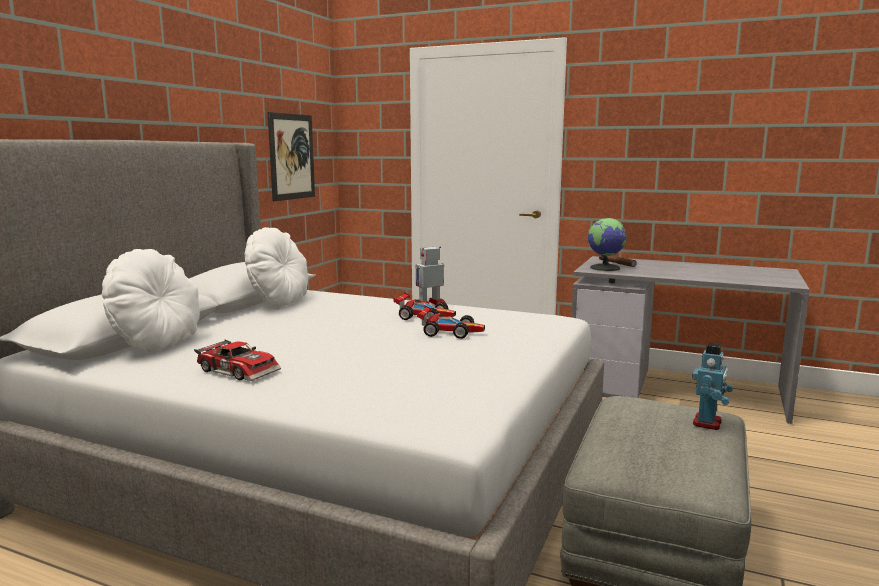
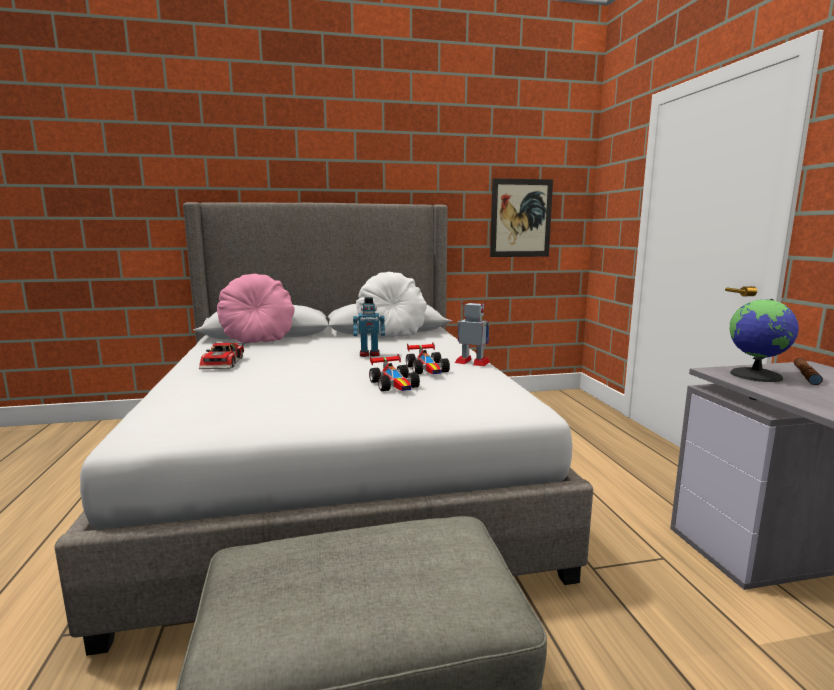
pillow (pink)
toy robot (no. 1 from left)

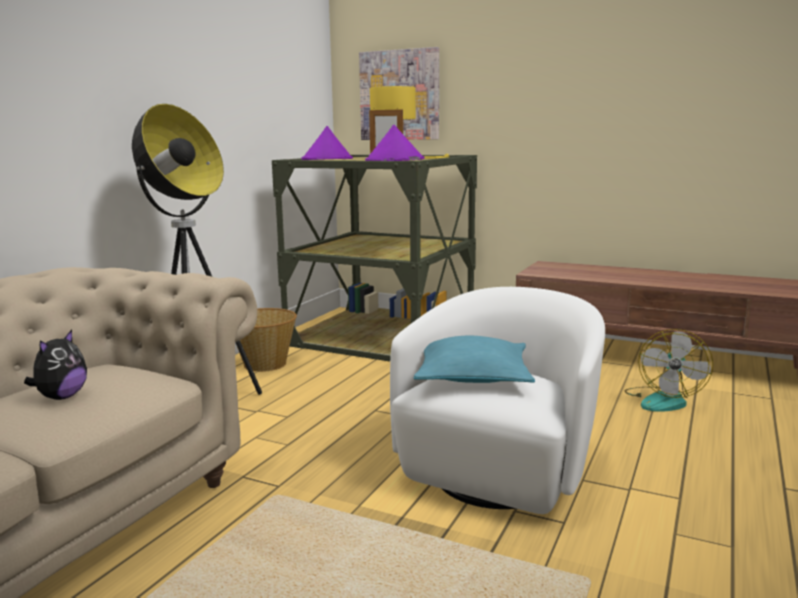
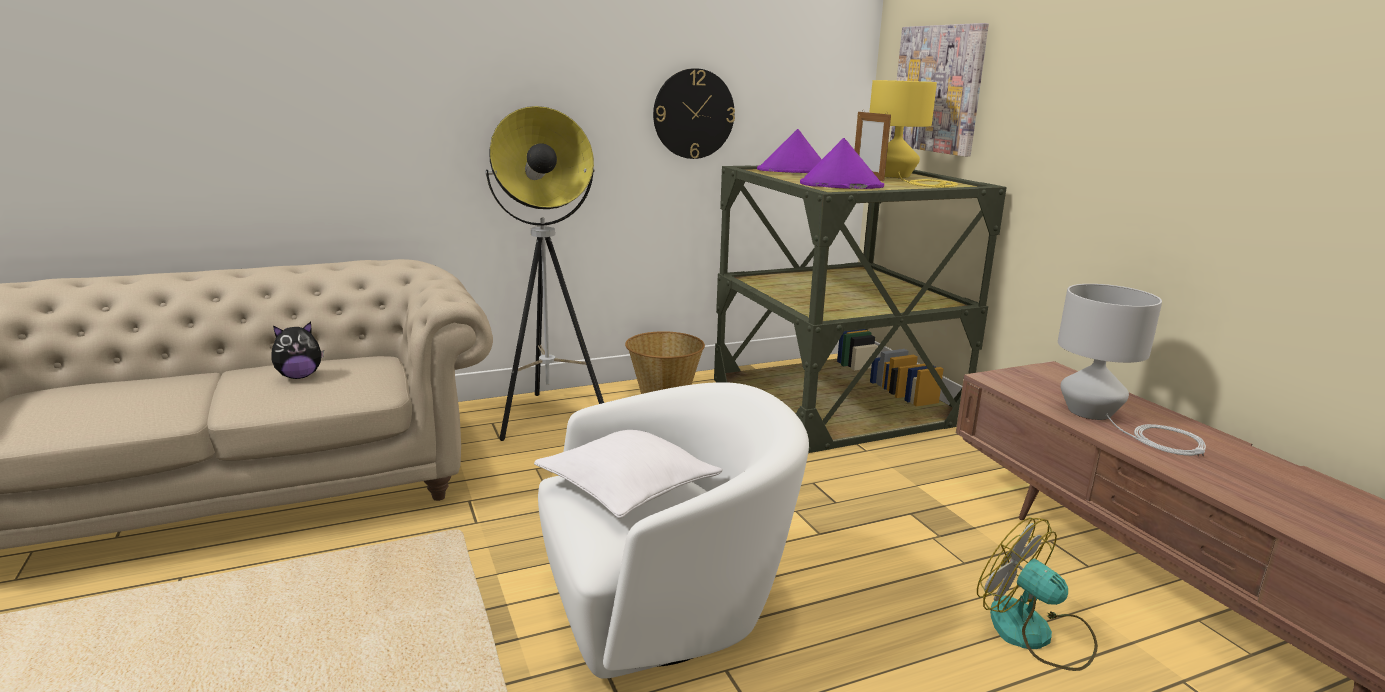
fan
pillow (white)
wall clock
table lamp (grey)

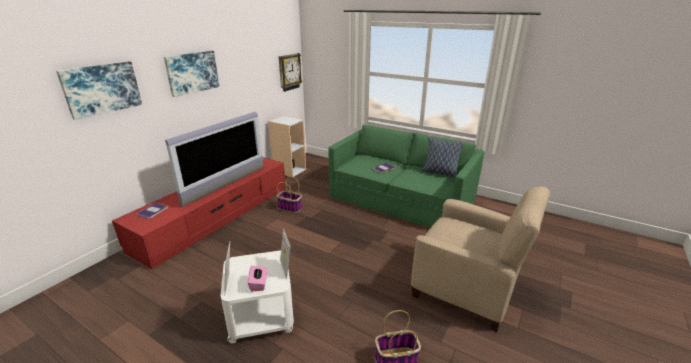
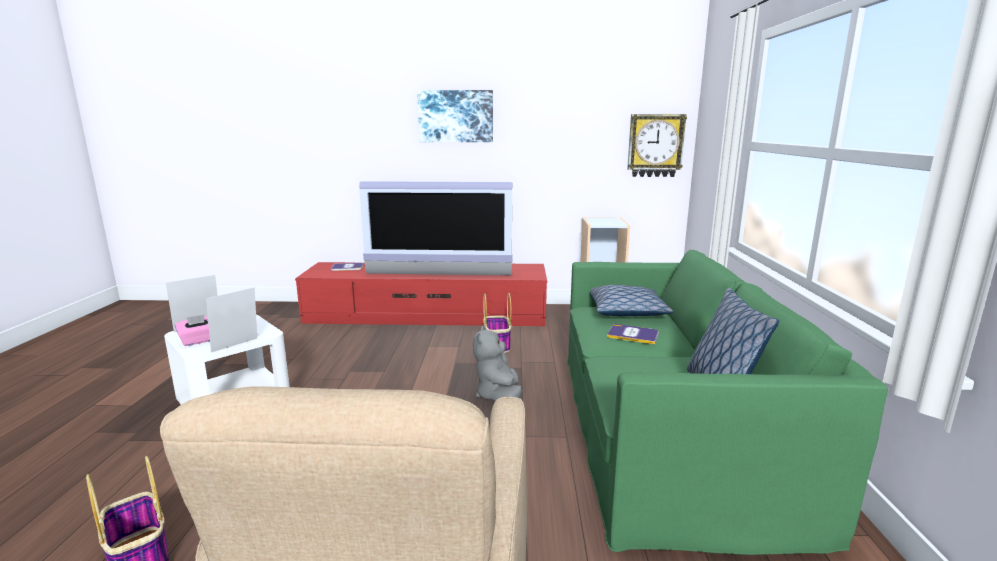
picture (no. 1 from left in the first image)
pillow (no. 1 from left)
plush toy (grey)

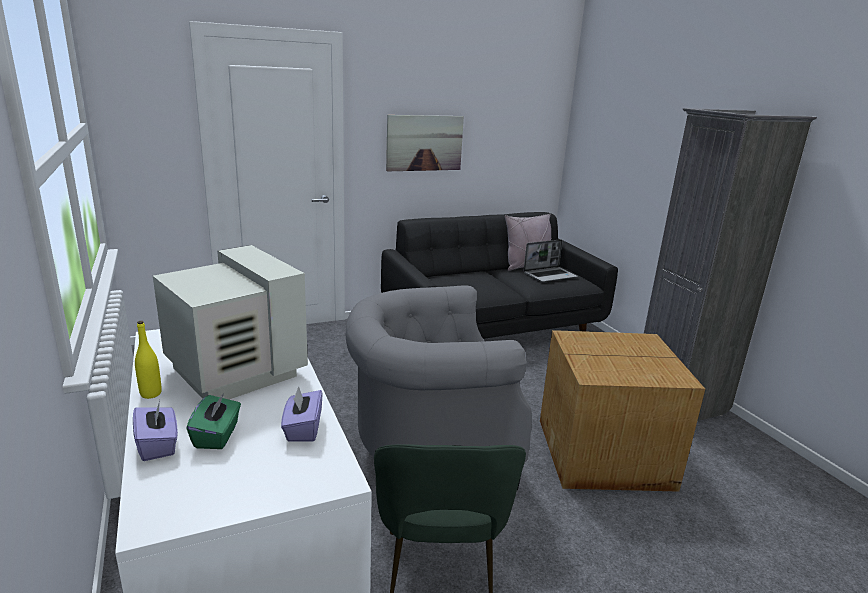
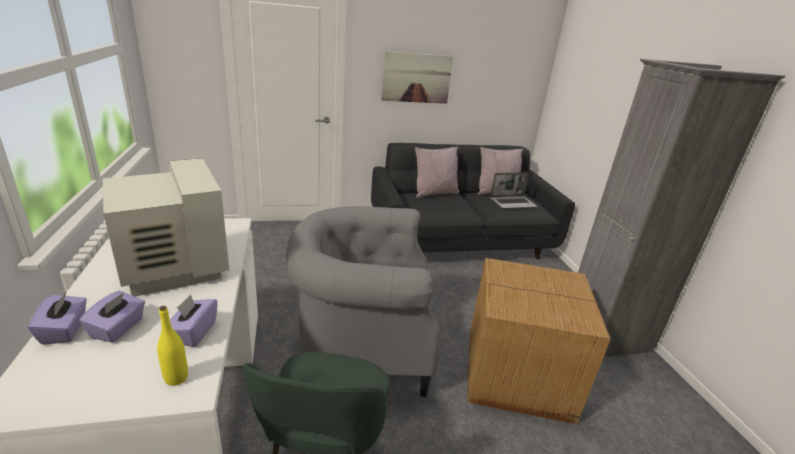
bottle (yellow)
tissue box (purple) (no. 2 from left)
pillow (purple) (no. 1 from left)

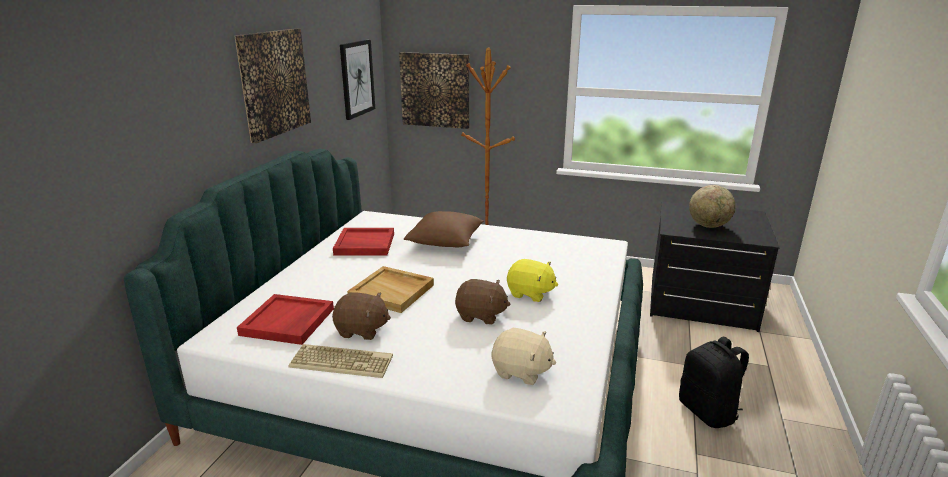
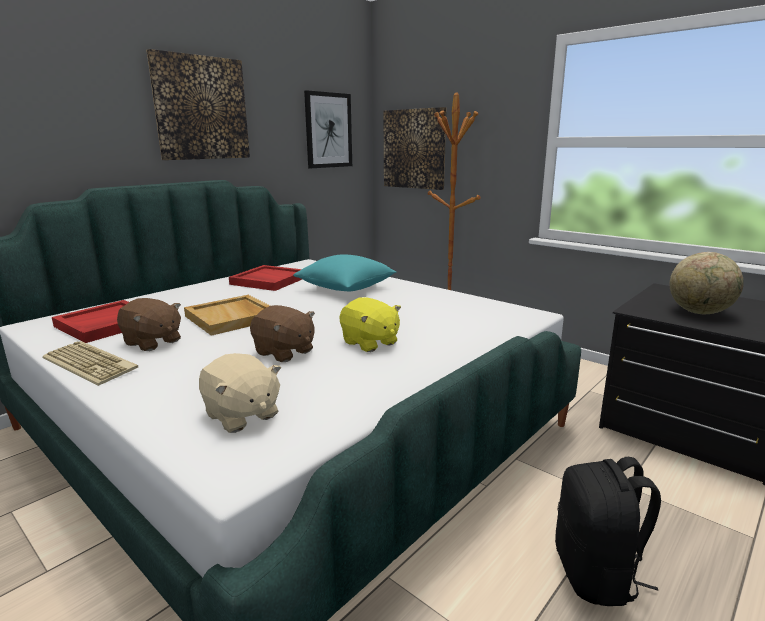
pillow (turquoise)

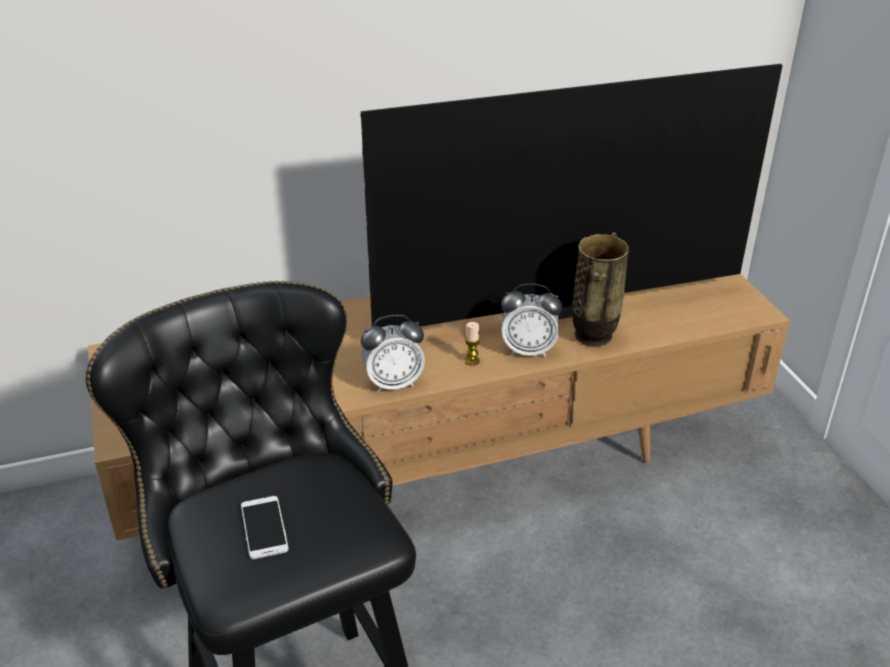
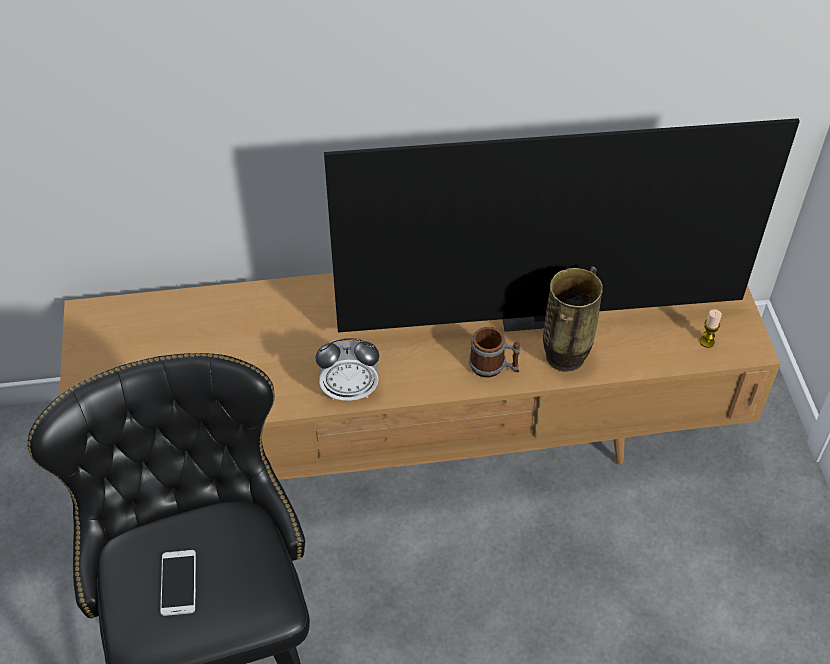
mug
candle

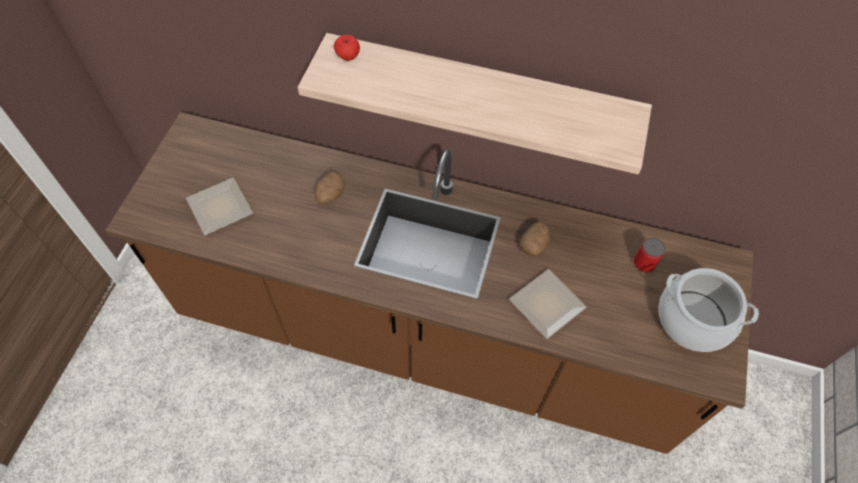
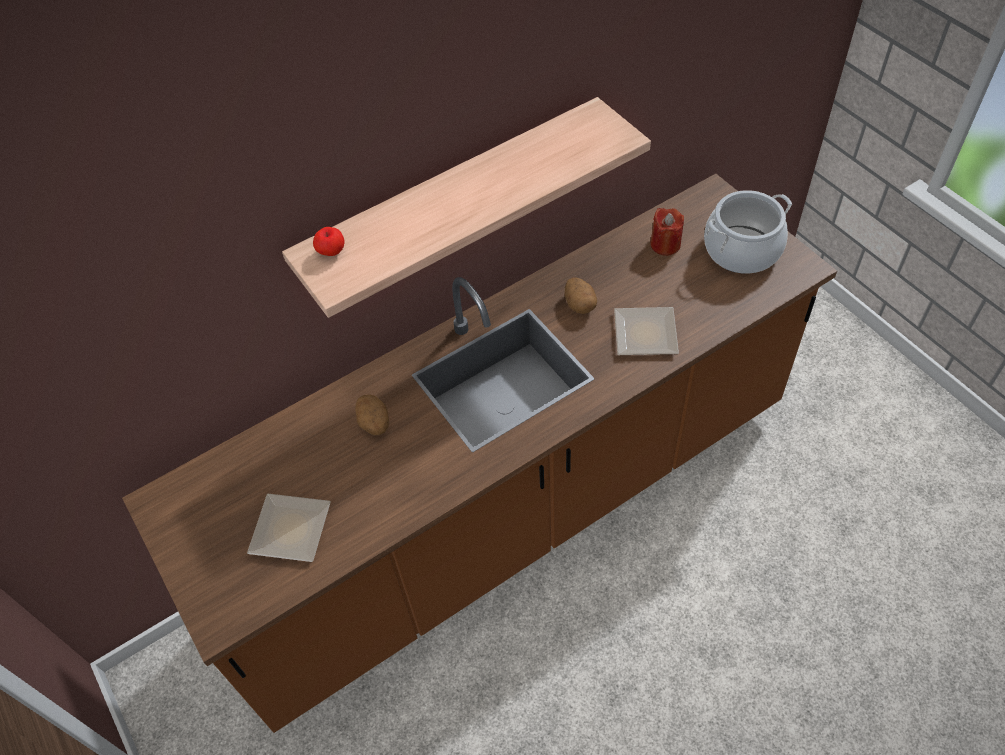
candle (red)

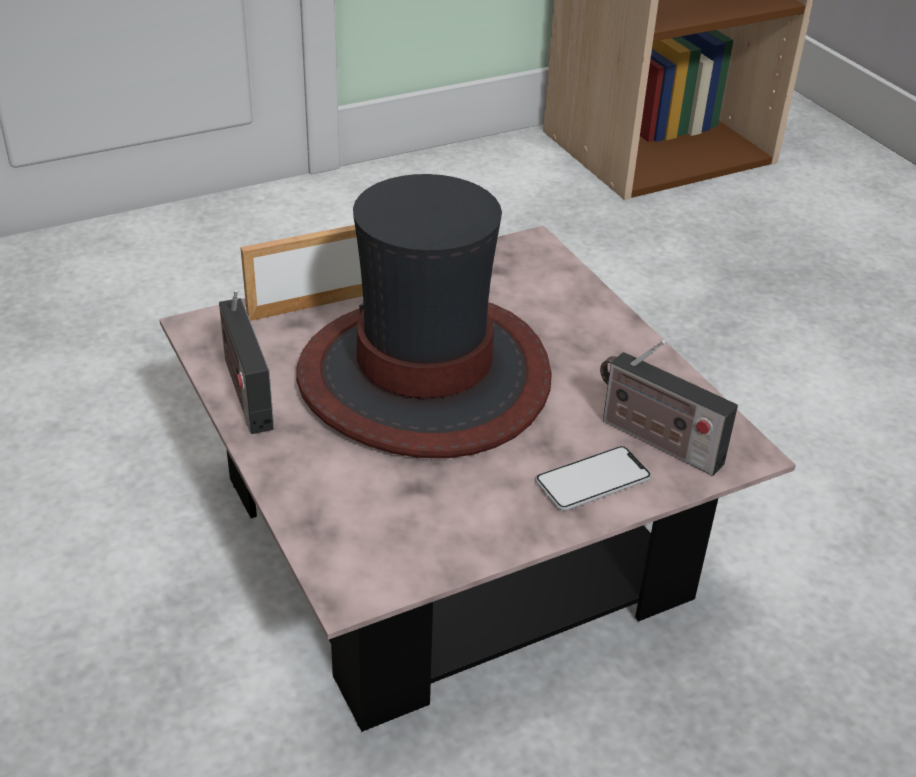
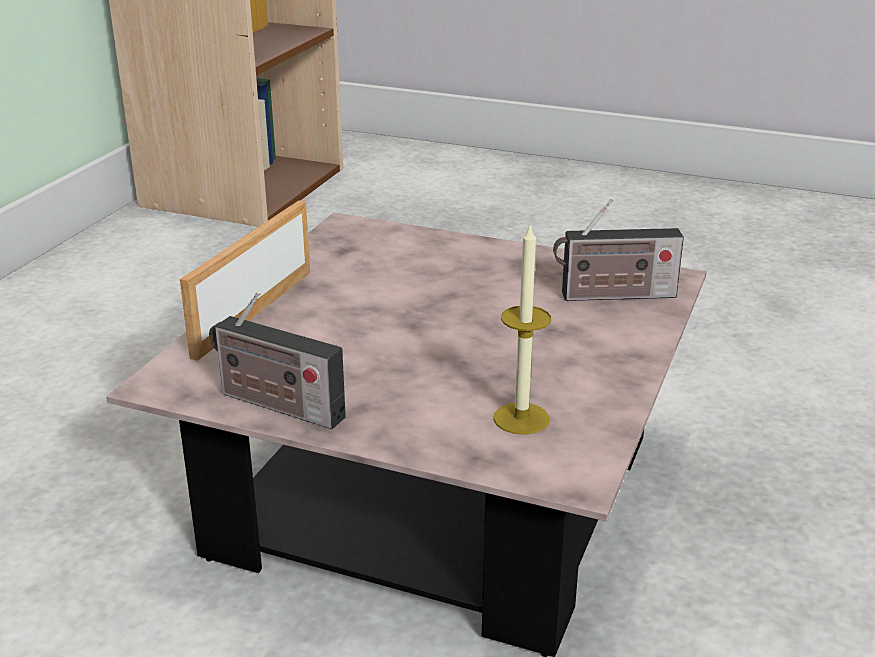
hat
phone
candle

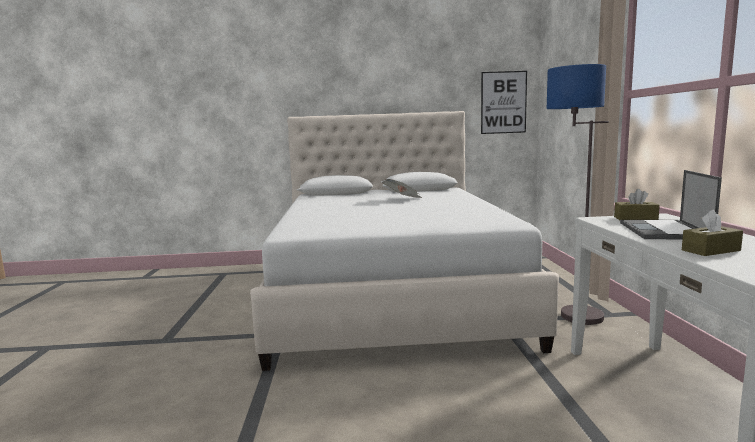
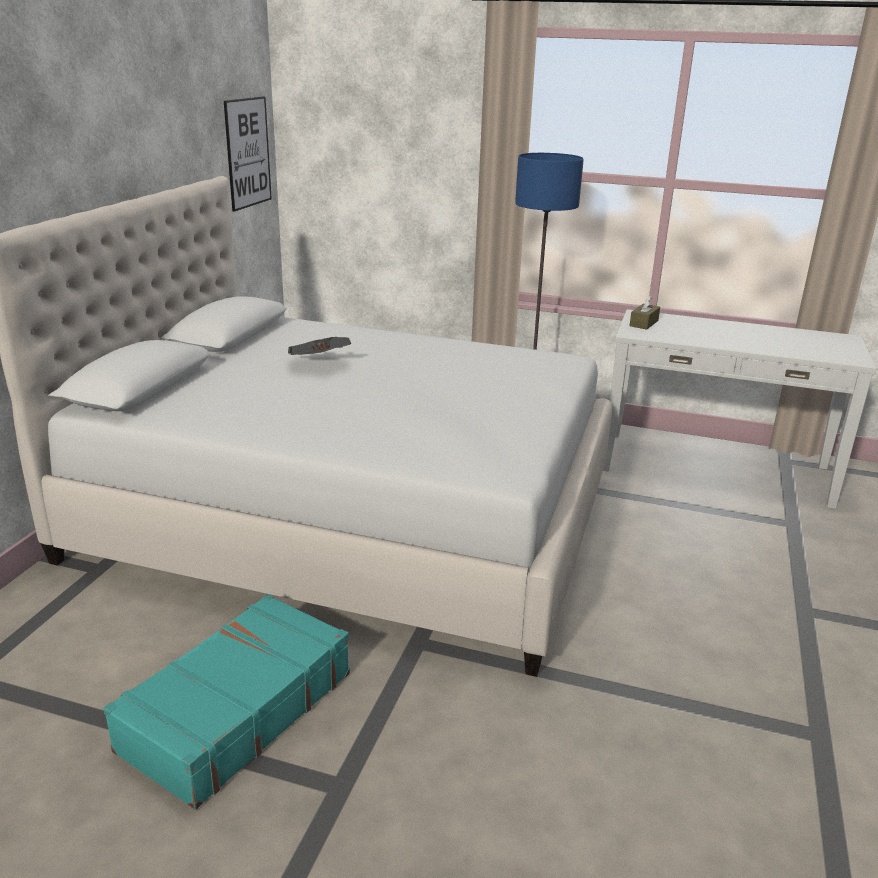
laptop
tissue box (brown) (no. 2 from left in the first image)
suitcase (turquoise)

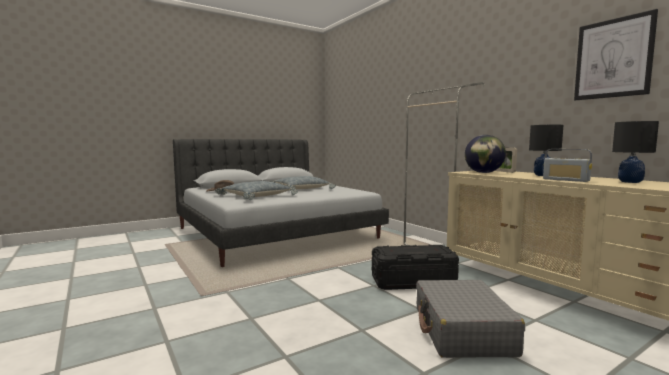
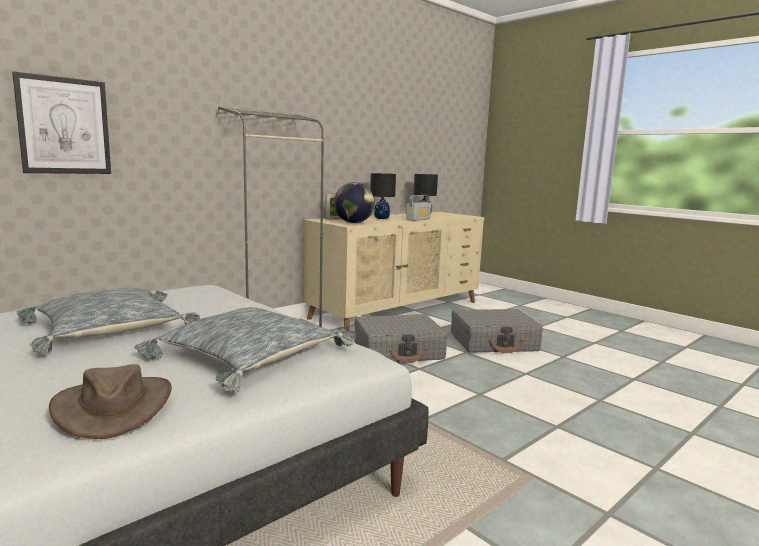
picture
suitcase (grey) (no. 1 from left)

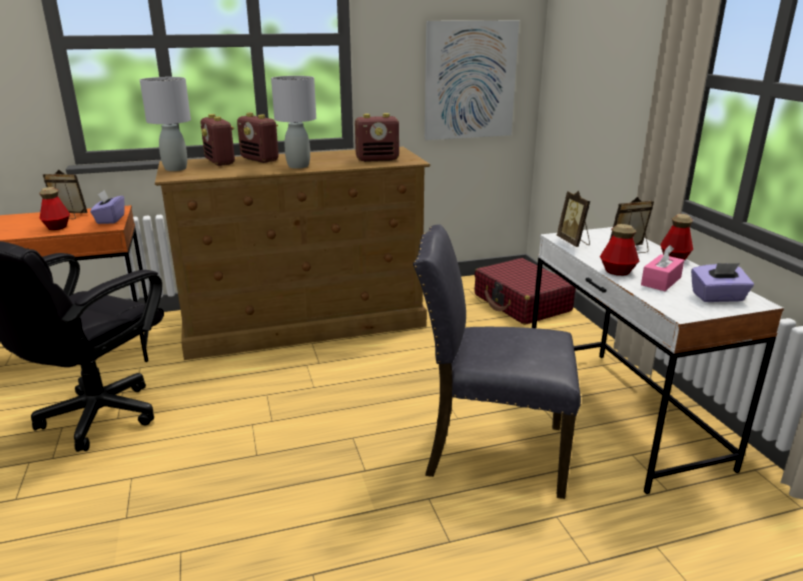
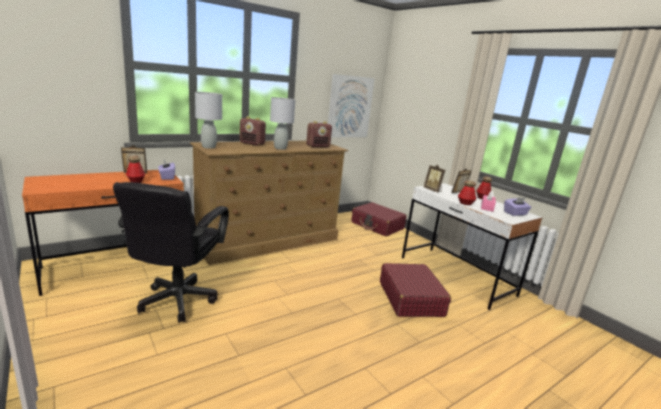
radio (no. 1 from left in the first image)
suitcase (red) (no. 2 from left)

